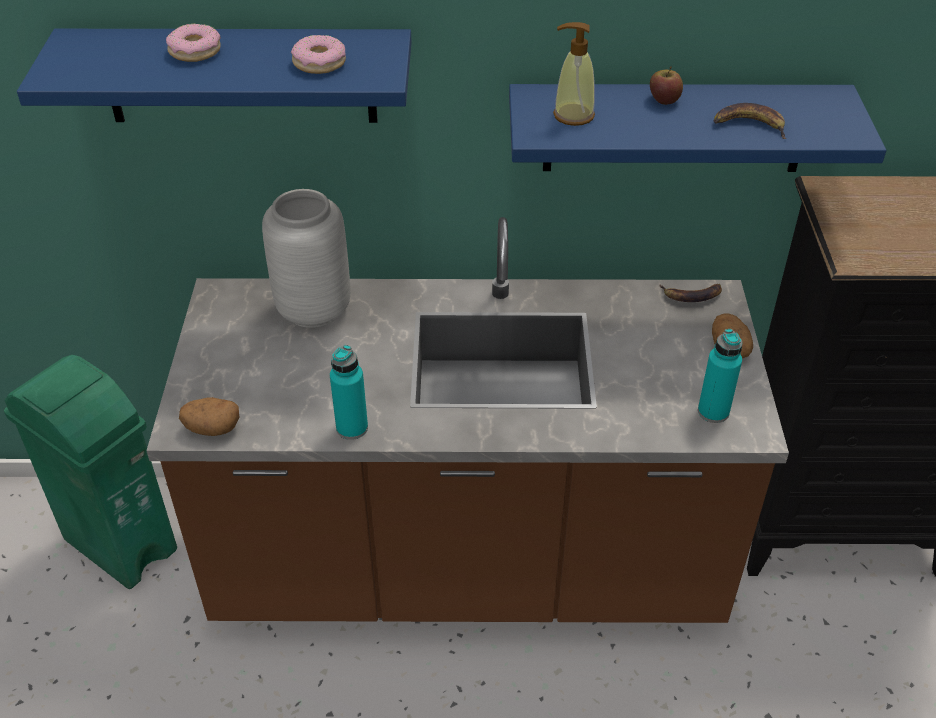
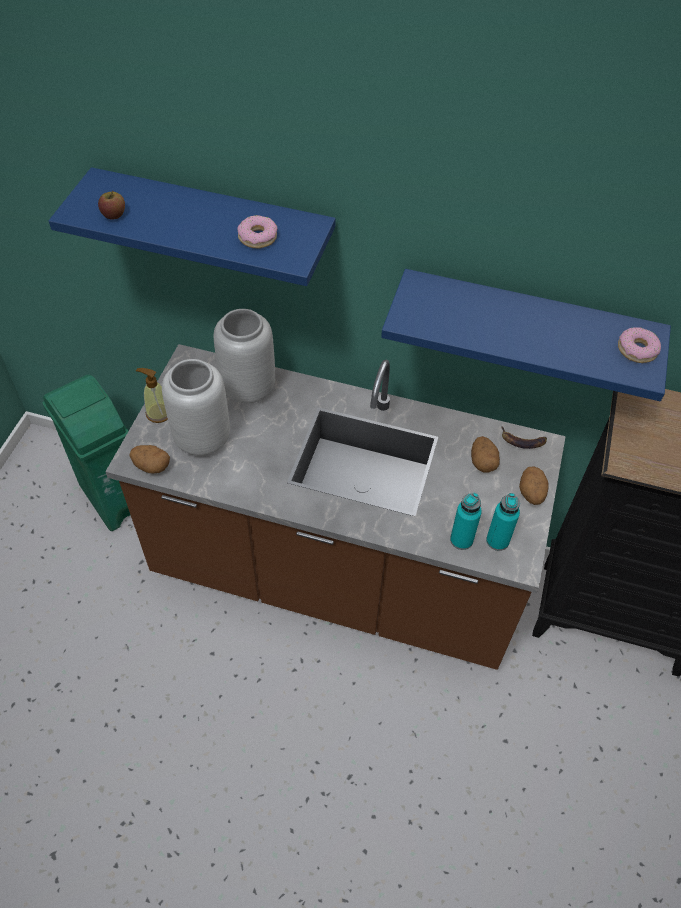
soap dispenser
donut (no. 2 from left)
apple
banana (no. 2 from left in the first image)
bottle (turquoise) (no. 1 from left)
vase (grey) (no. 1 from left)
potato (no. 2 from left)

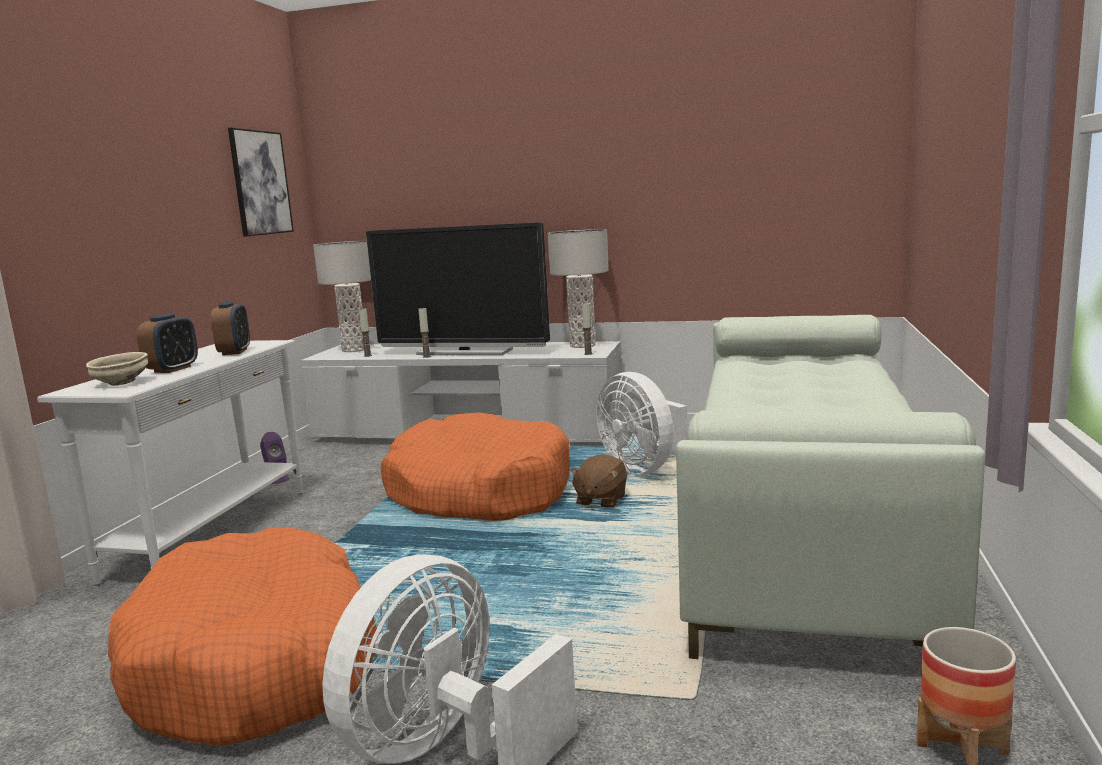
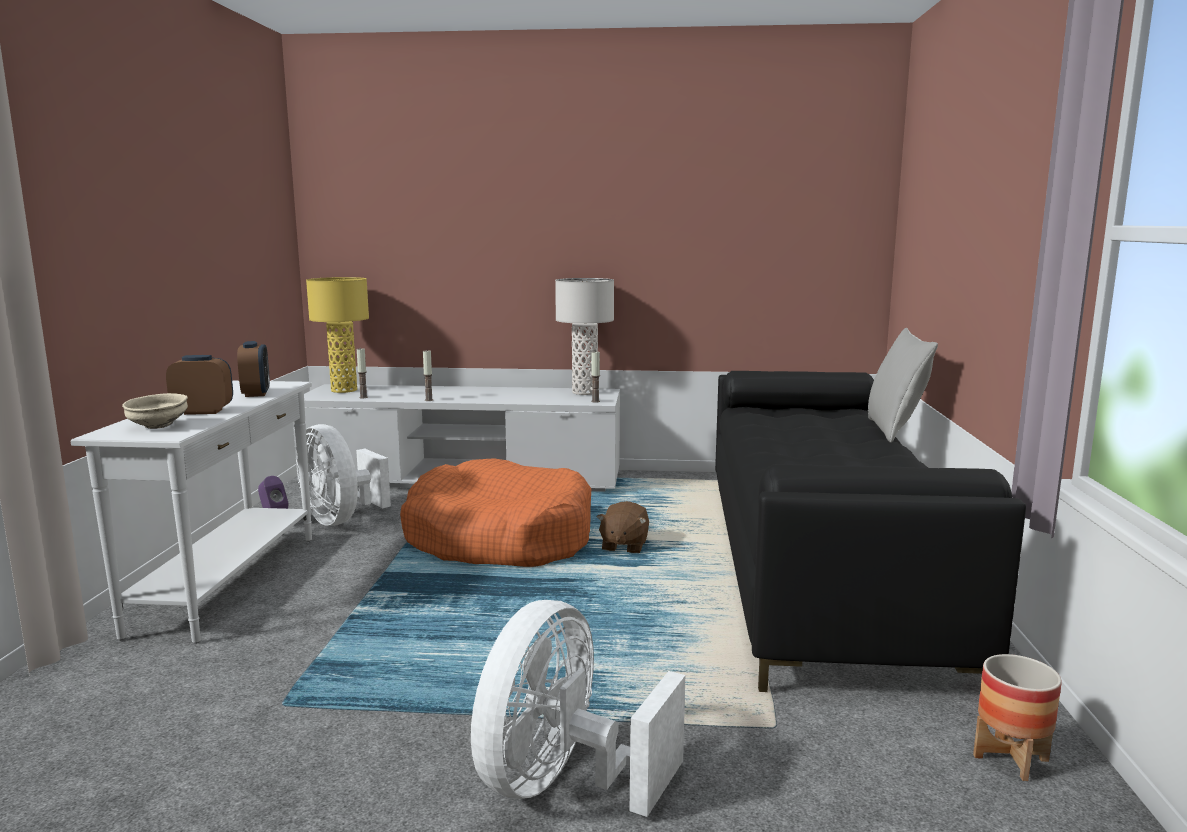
picture
television
table lamp (yellow)
alarm clock (no. 1 from left)
sofa (black)
fan (white) (no. 1 from left)
dog bed (orange) (no. 1 from left in the first image)
pillow (grey)

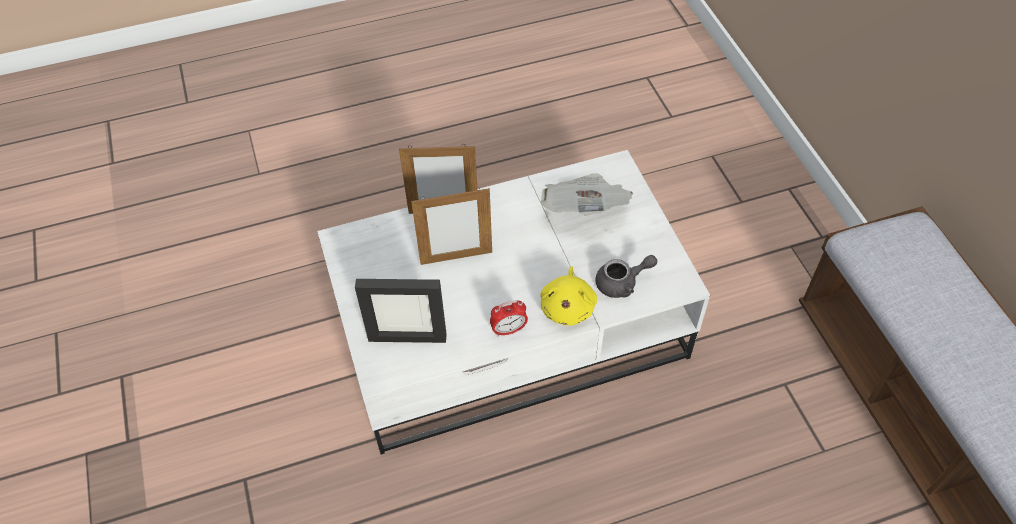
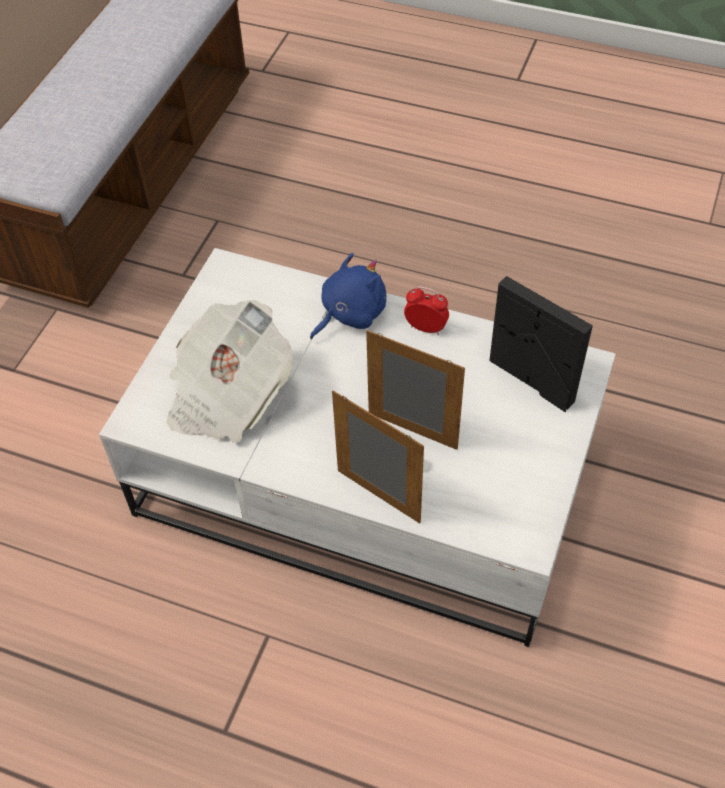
teapot (grey)
plush toy (blue)

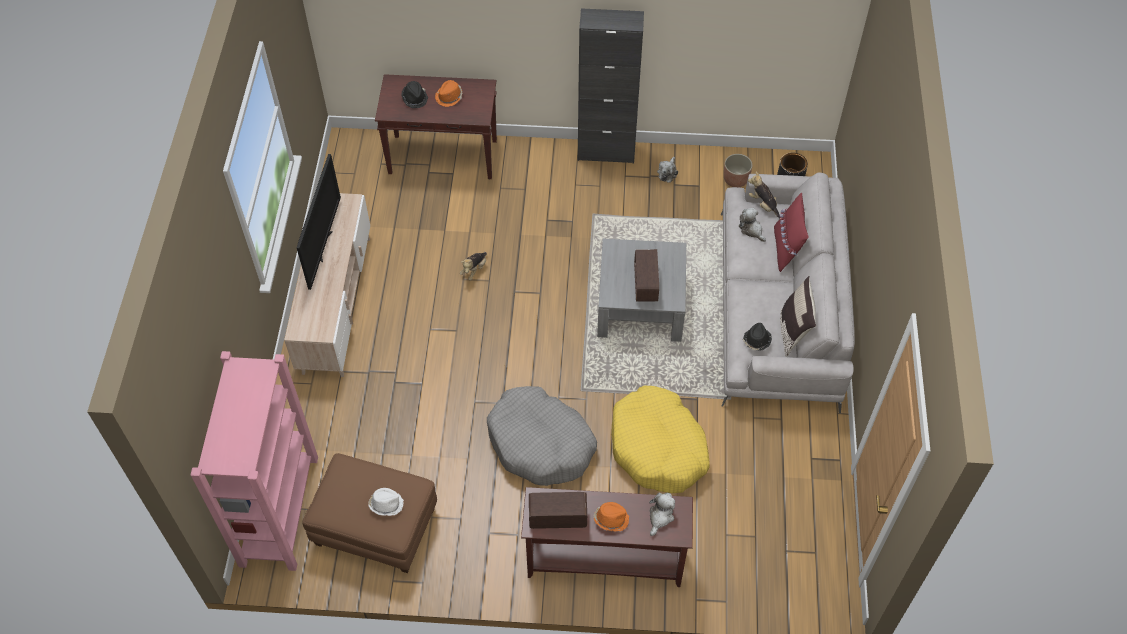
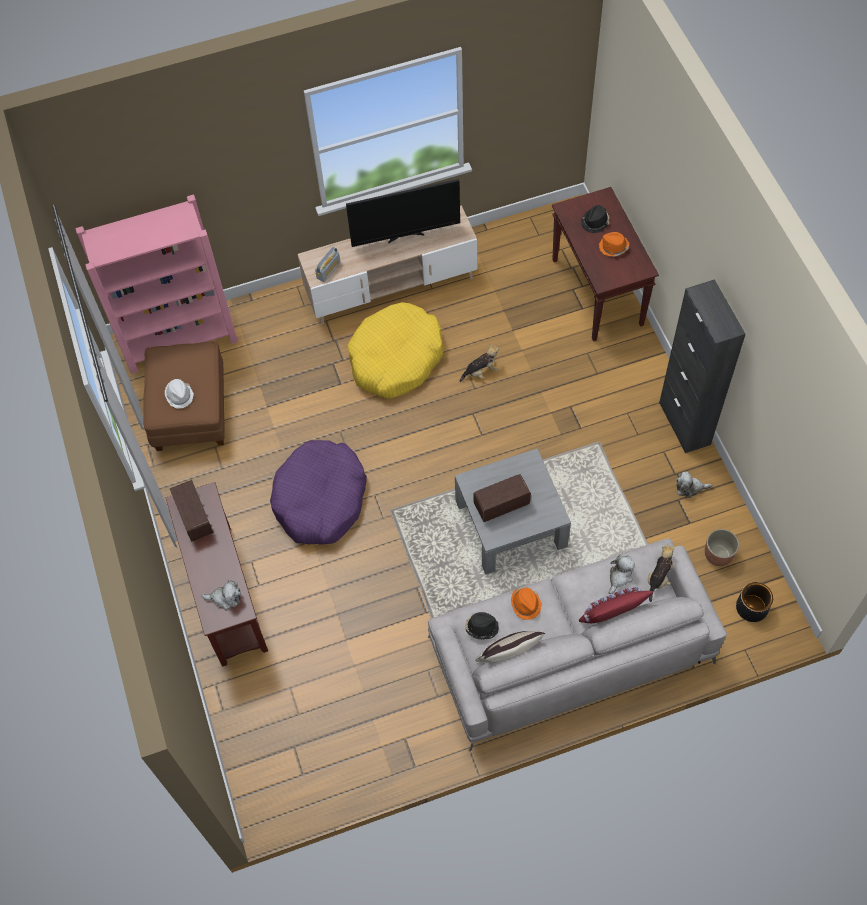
plush toy (no. 2 from left)
dog bed (purple)
dog bed (yellow)
hat (orange) (no. 1 from left)
radio (no. 2 from left)

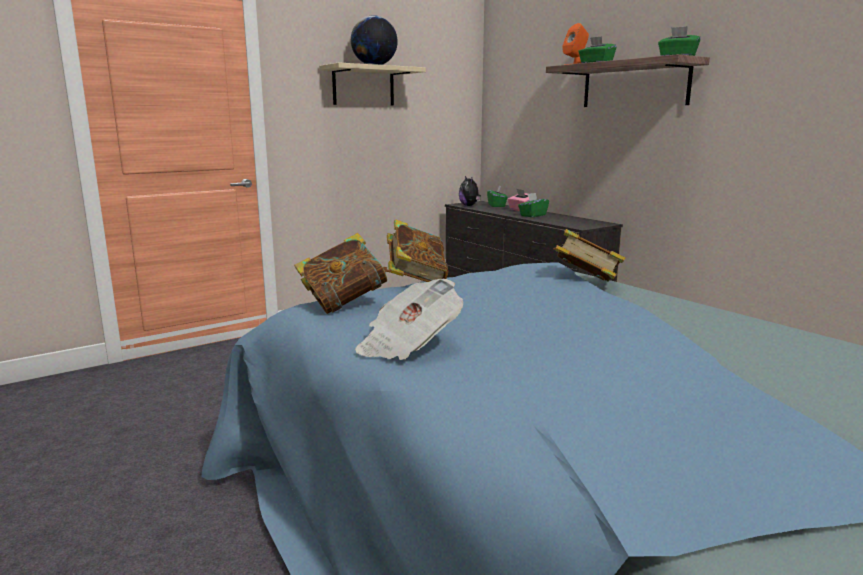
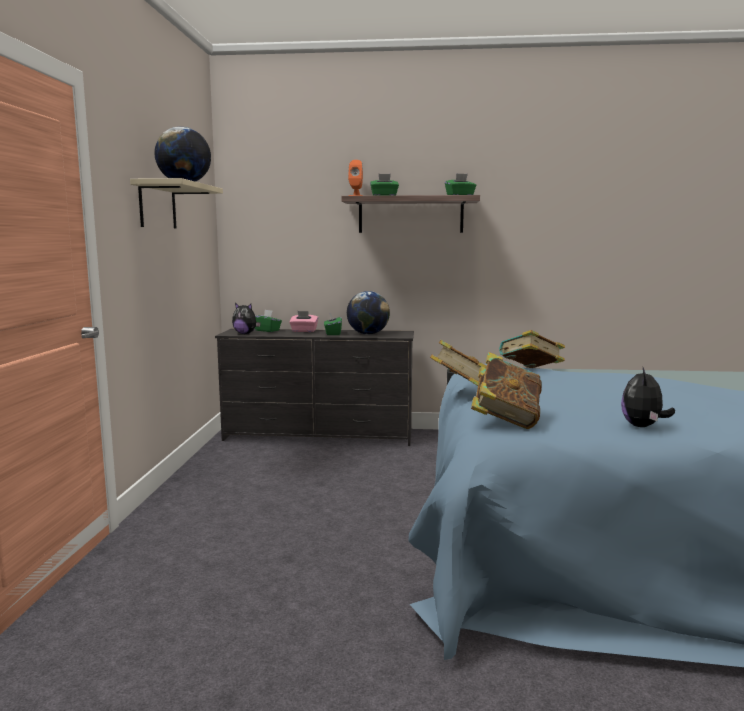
plush toy (no. 2 from left)
globe (no. 2 from left)

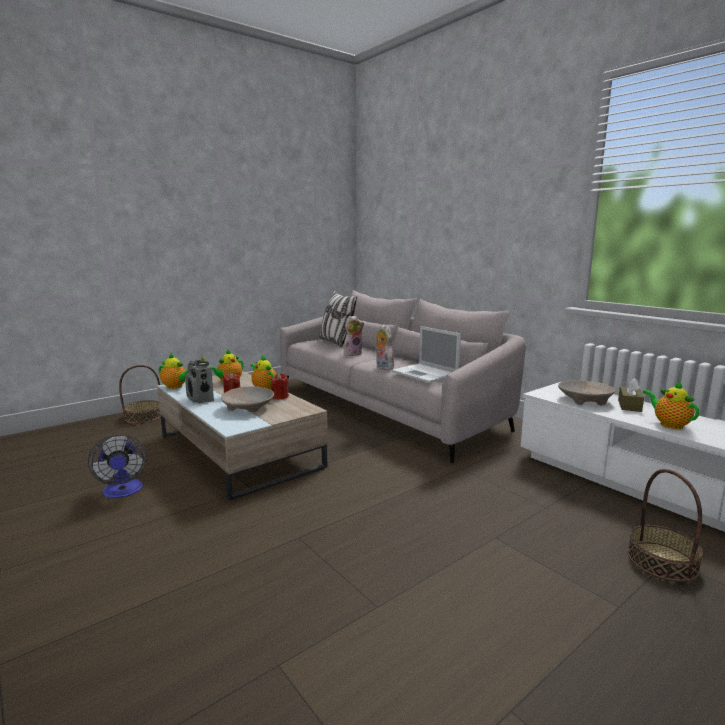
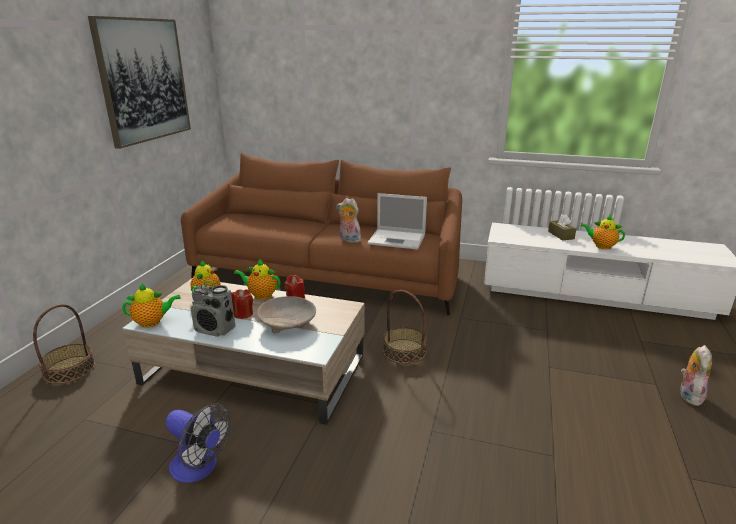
sofa (brown)
pillow
plush toy (no. 2 from left)
bowl (beige) (no. 2 from left in the first image)
basket (no. 2 from left)
picture

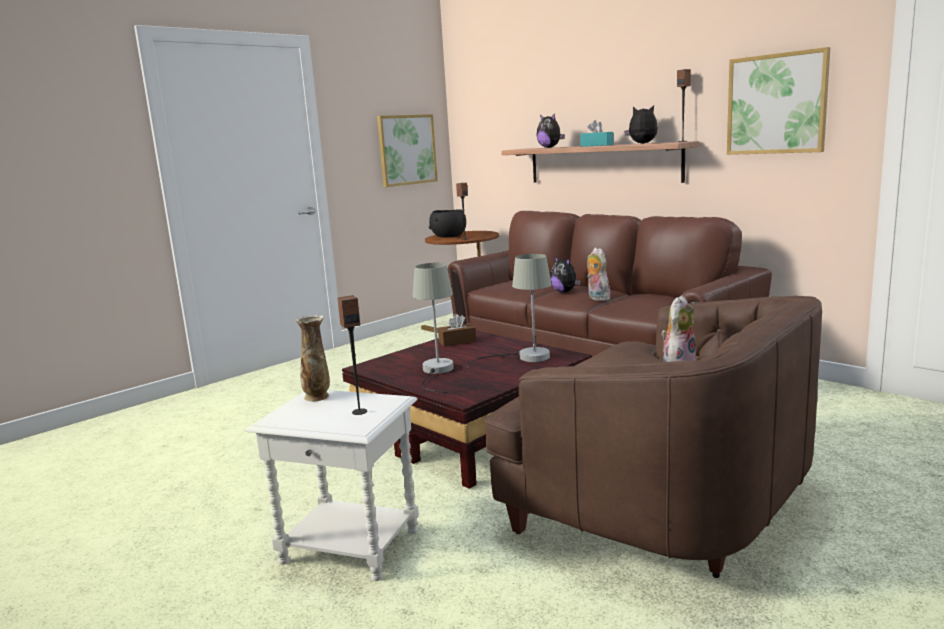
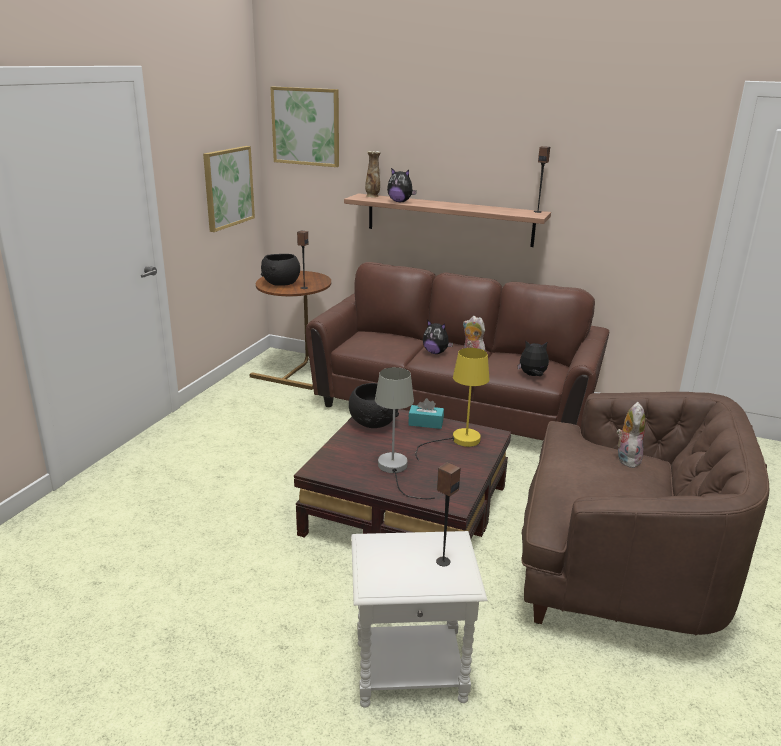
picture (no. 2 from left)
plush toy (no. 4 from left)
tissue box (turquoise)
table lamp (yellow)
bowl (black) (no. 2 from left)
vase

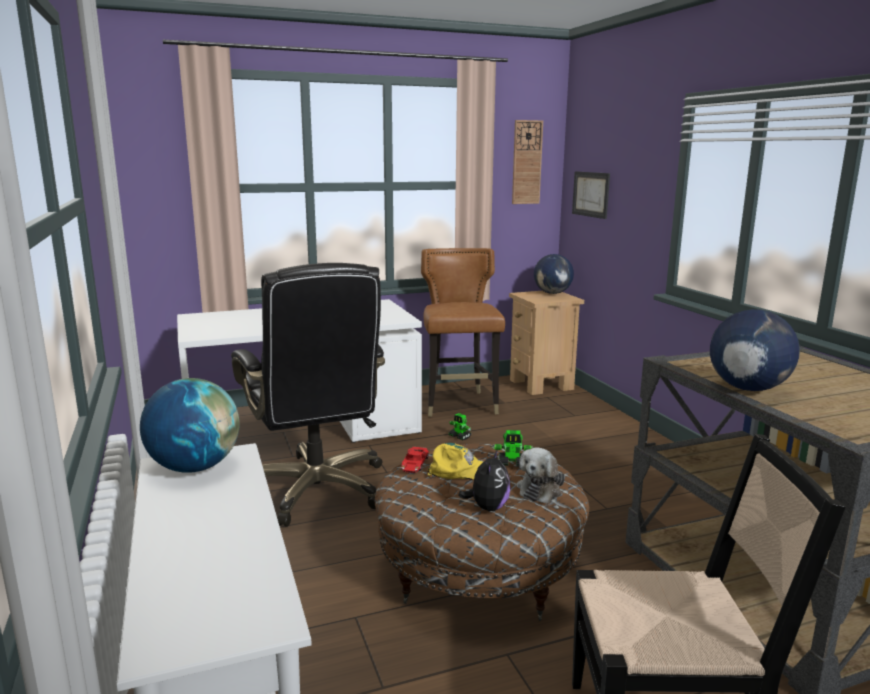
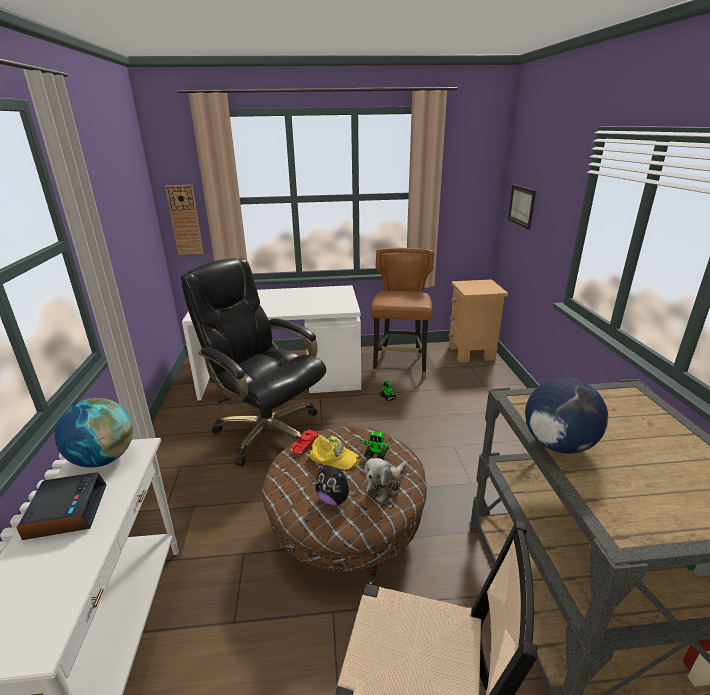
wall clock
globe (no. 2 from left in the first image)
office chair (black)
plush toy (no. 1 from left)
alarm clock

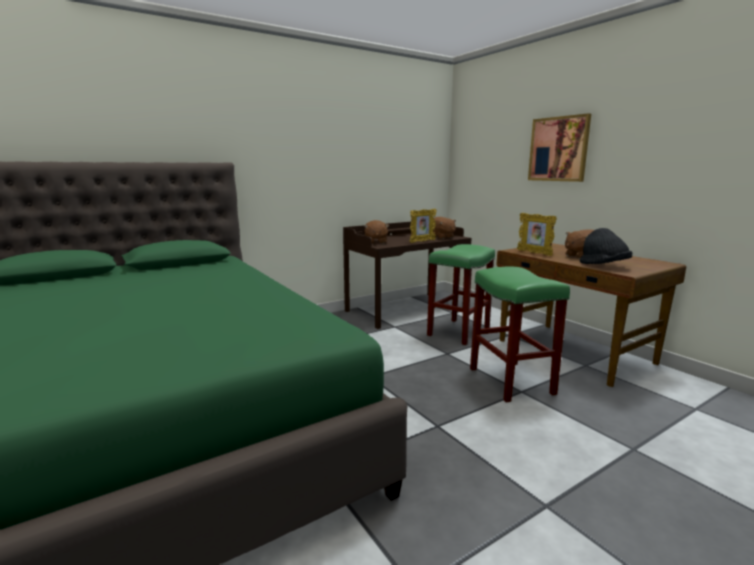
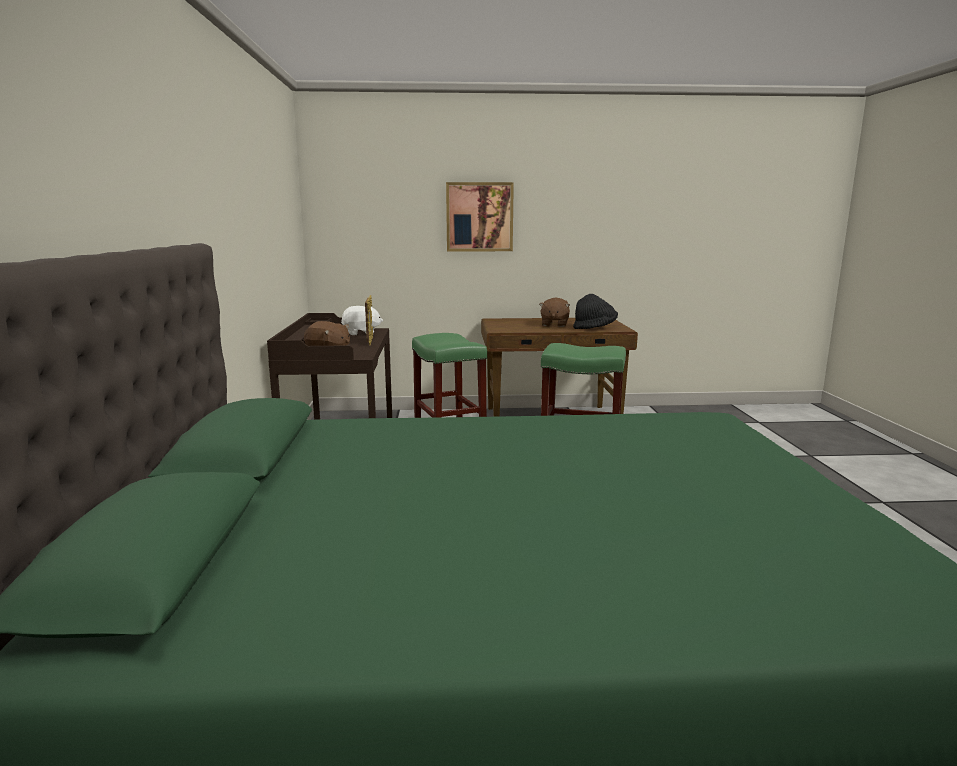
picture frame (no. 2 from left in the first image)
plush toy (white)

